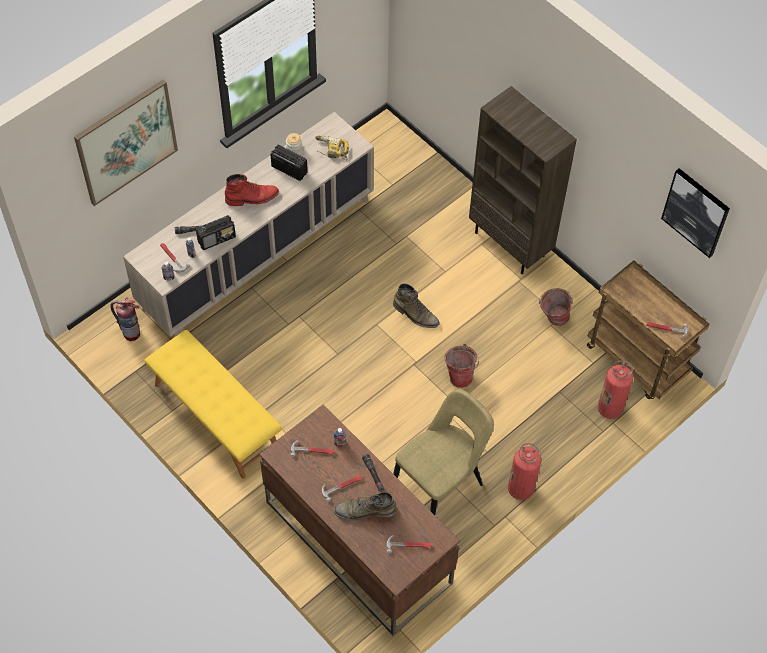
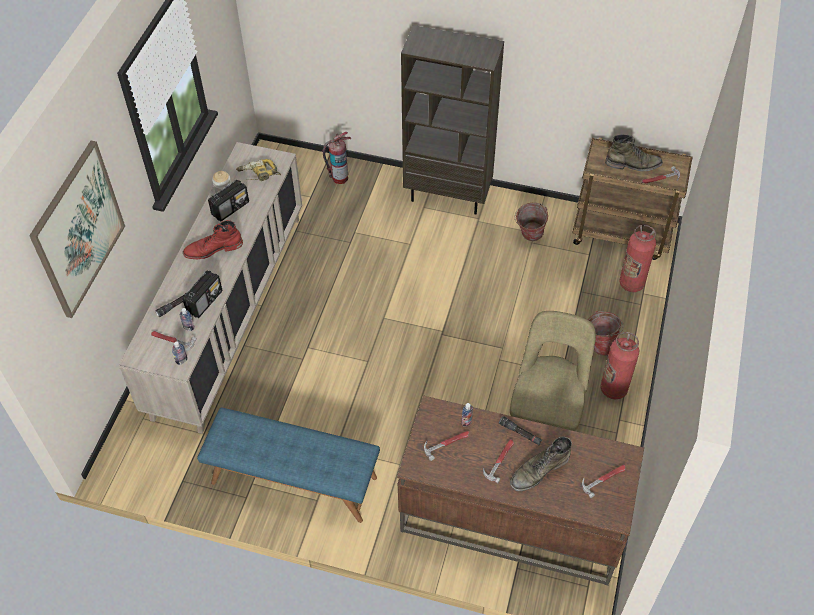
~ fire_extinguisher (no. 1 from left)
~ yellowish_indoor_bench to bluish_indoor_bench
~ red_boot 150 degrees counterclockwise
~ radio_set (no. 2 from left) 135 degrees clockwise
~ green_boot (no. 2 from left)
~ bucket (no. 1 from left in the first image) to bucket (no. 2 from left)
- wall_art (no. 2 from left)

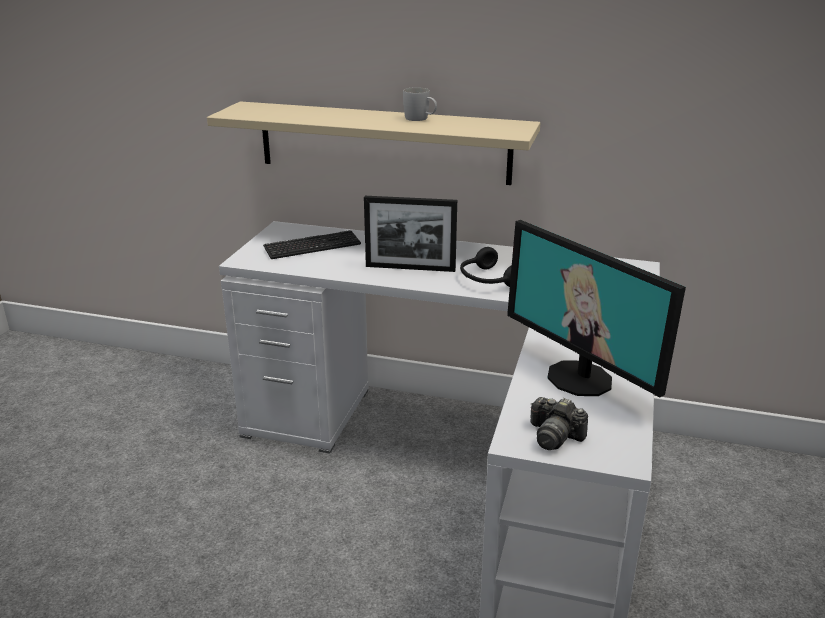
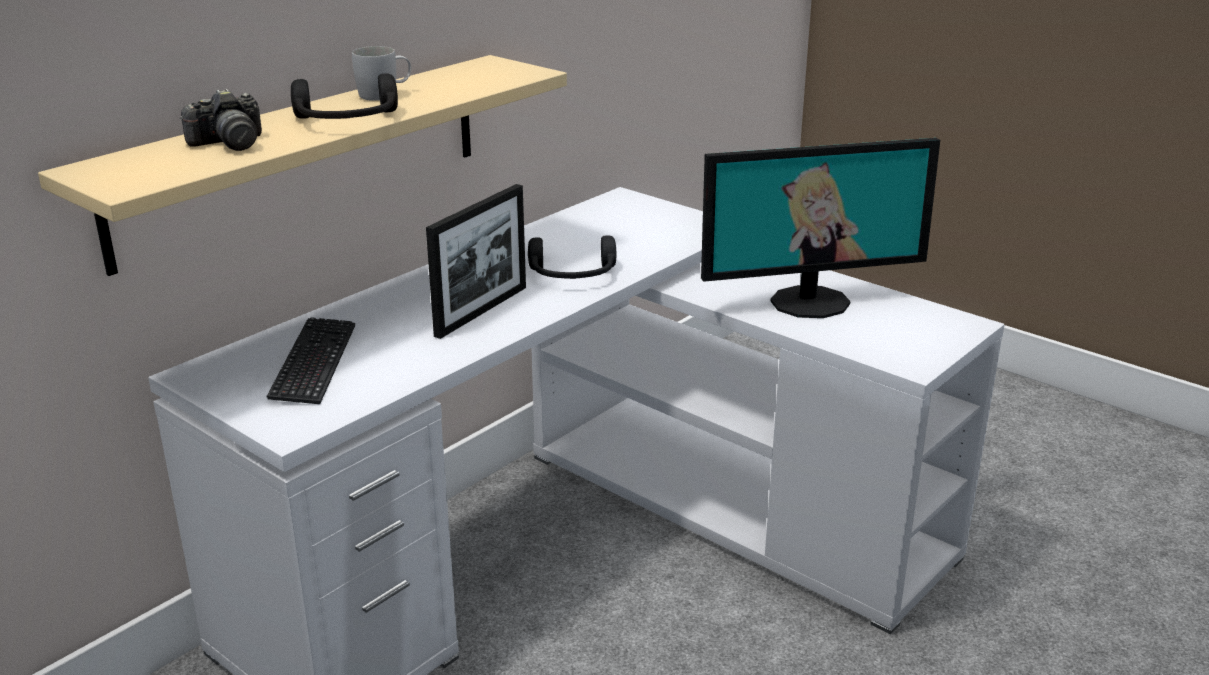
~ photo_camera
+ blackish_pair_of_headphones (no. 1 from left)

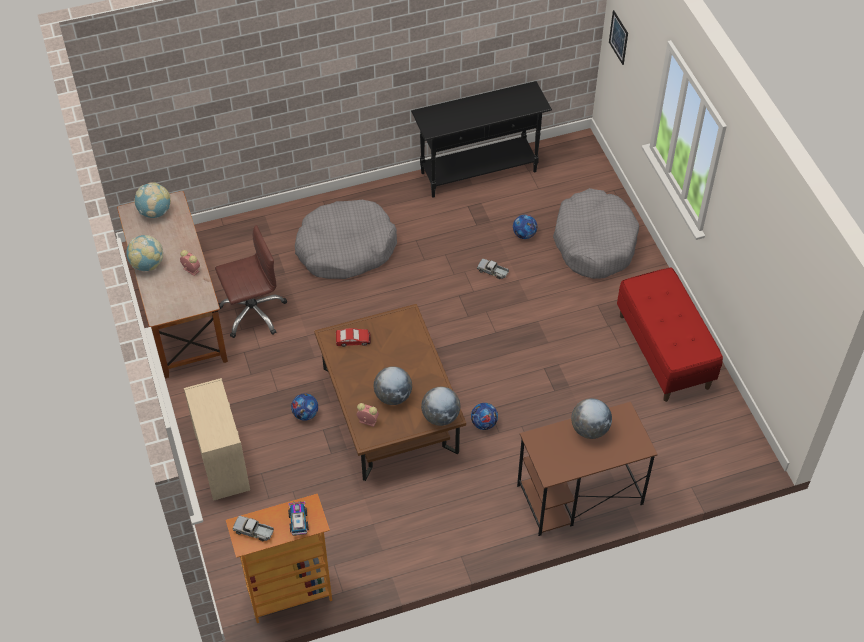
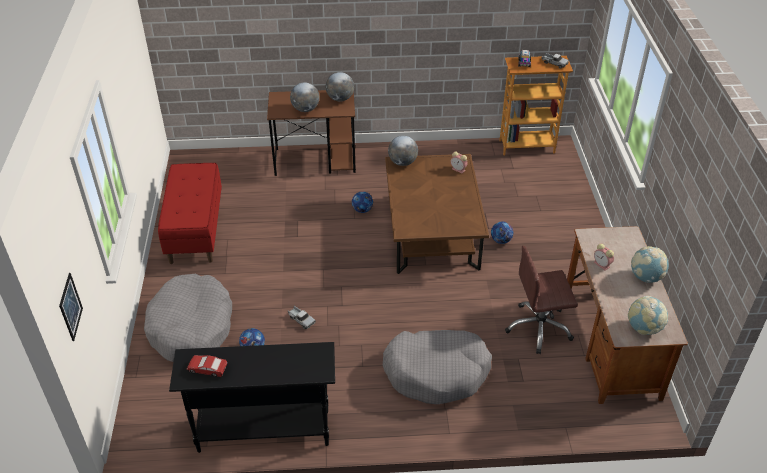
- sand-coloured_drawer_chest
~ model_car
~ world_globe (no. 3 from left in the first image) to world_globe (no. 2 from left)

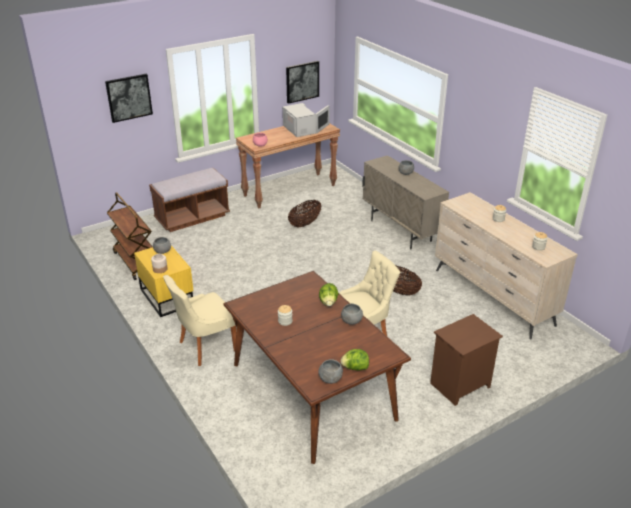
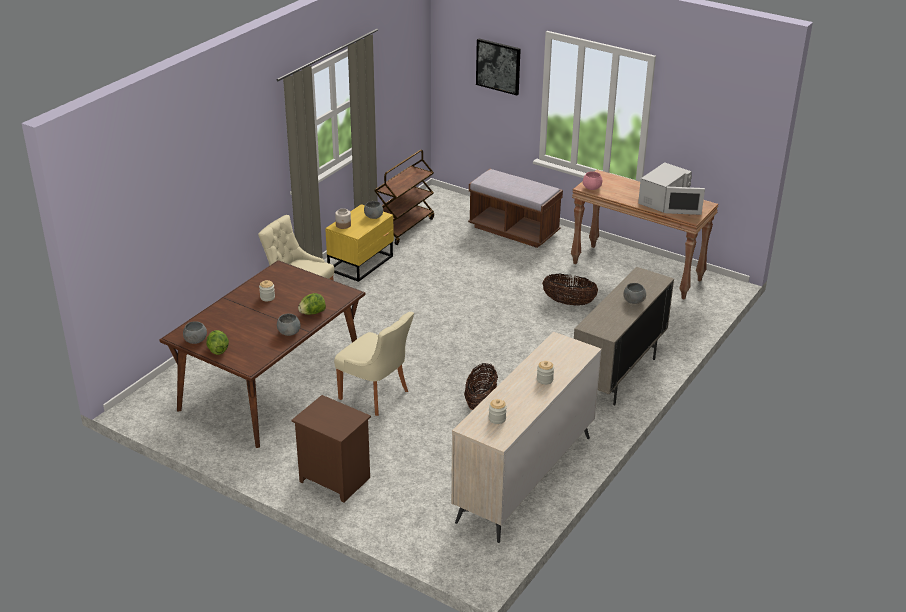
- wall_art (no. 2 from left)

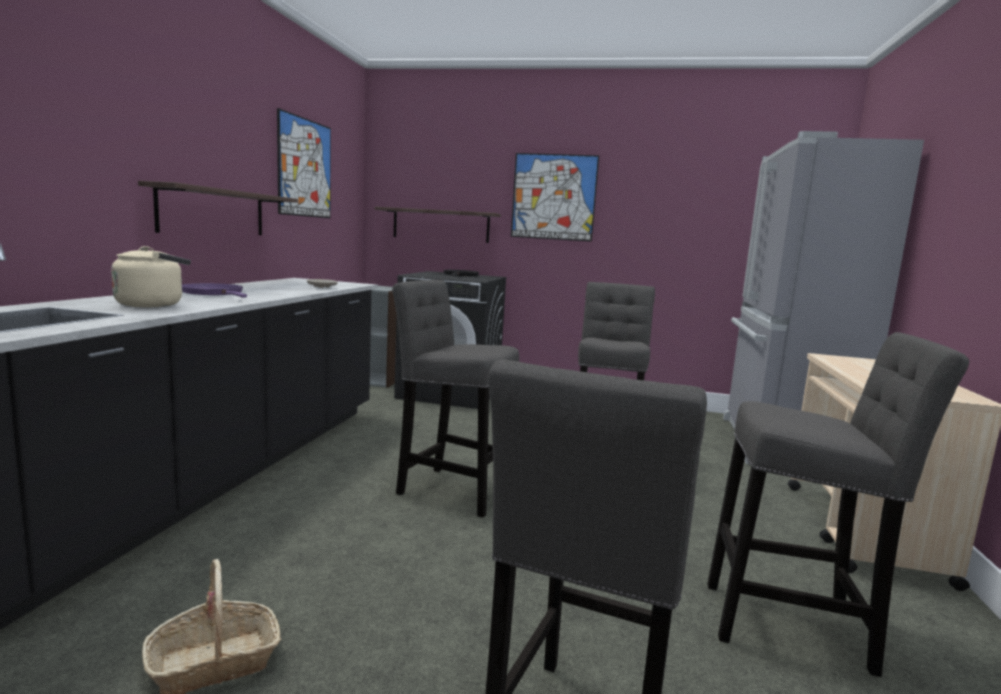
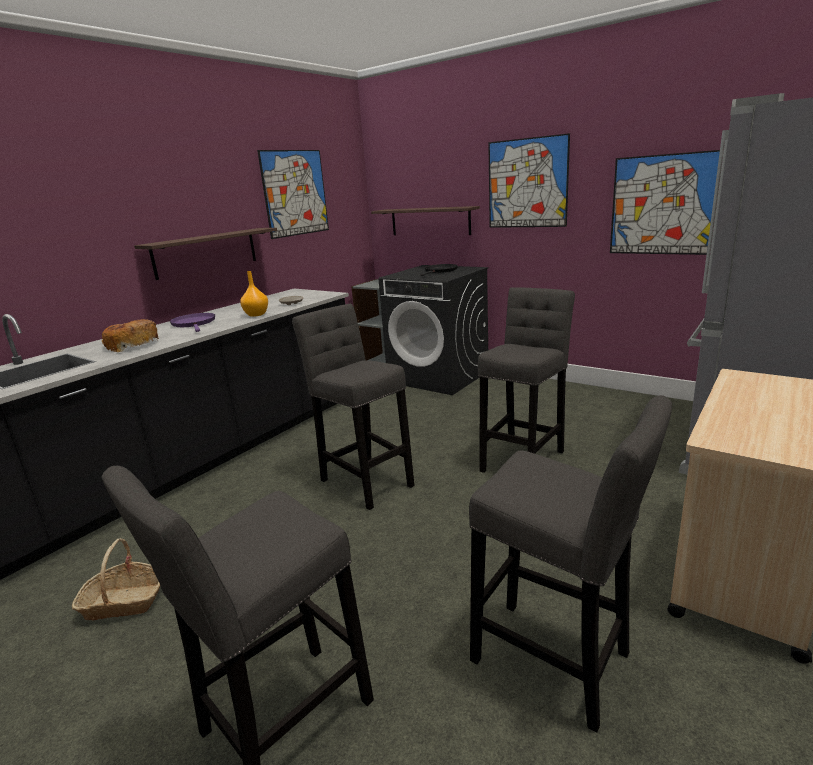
~ sand-coloured_kettle to bread
+ orange_flower_vase
+ wall_art (no. 3 from left)

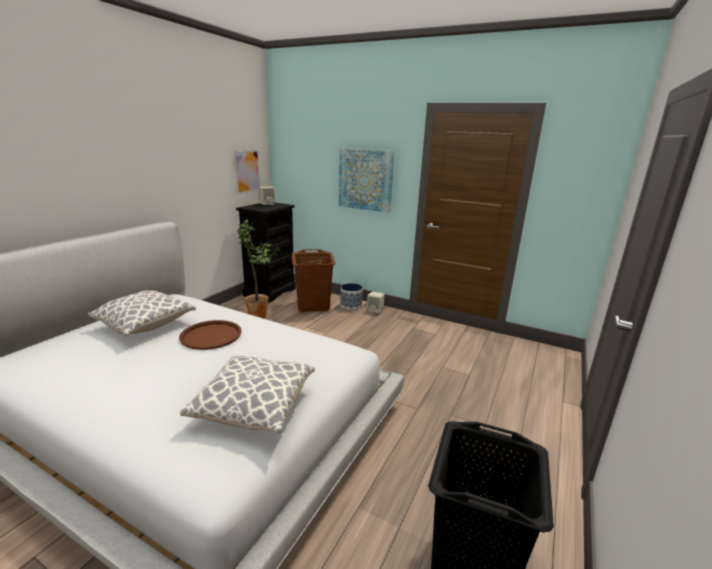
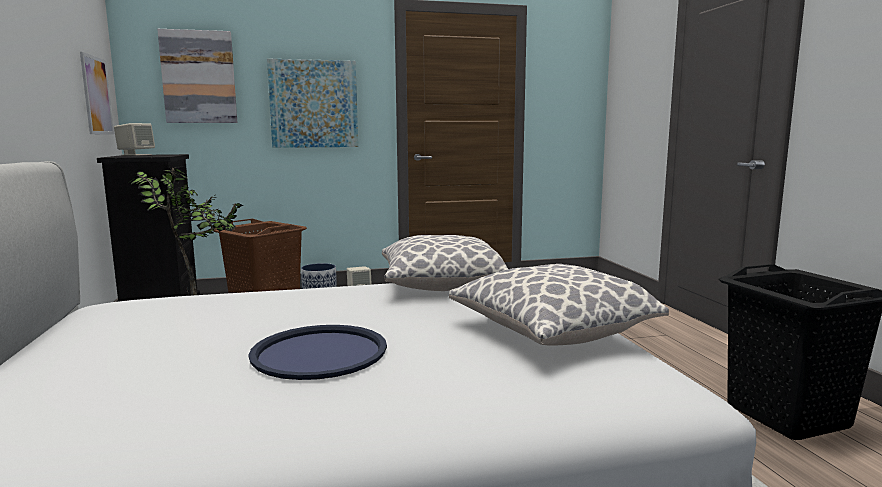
~ pillow (no. 1 from left)
- brown_tray
+ wall_art (no. 2 from left)
+ bluish_tray

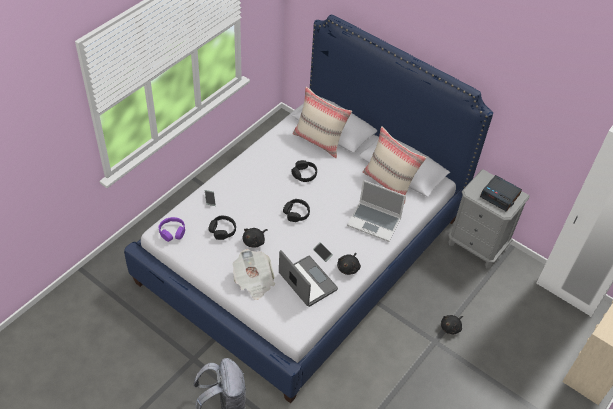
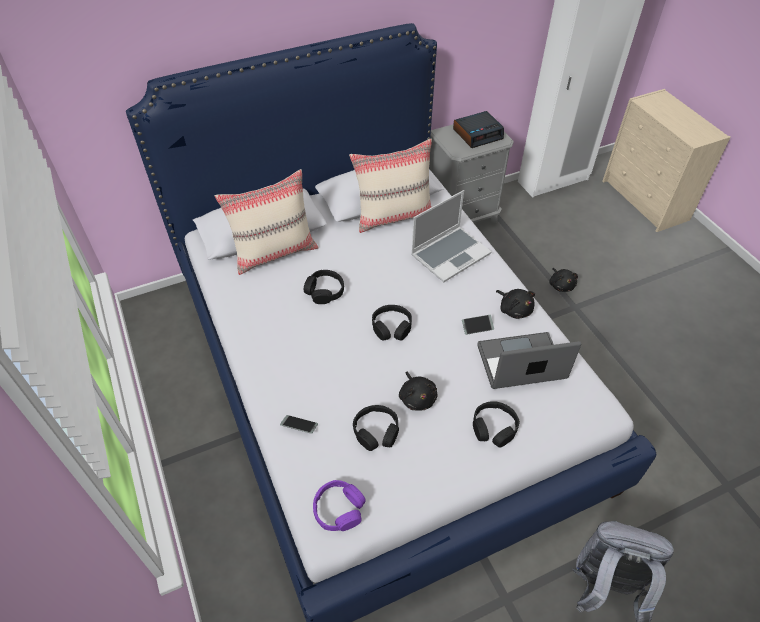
~ printed_paper to blackish_pair_of_headphones (no. 4 from left)

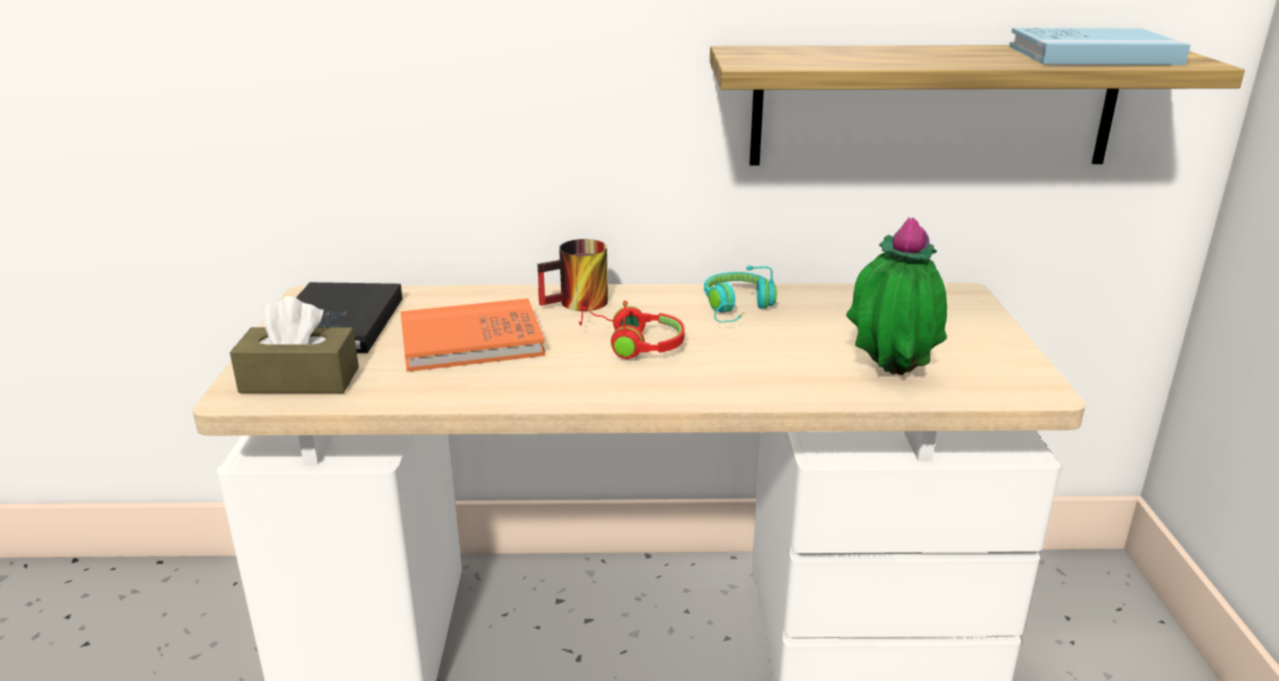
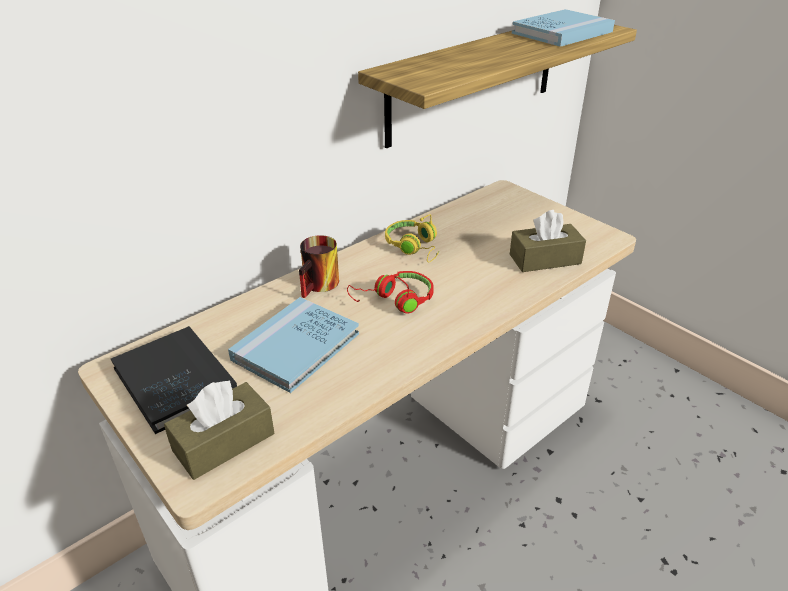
~ orange_book to bluish_book (no. 1 from left)
~ turquoise-coloured_pair_of_headphones to yellowish_pair_of_headphones
~ houseplant to brown_tissue_box (no. 2 from left)

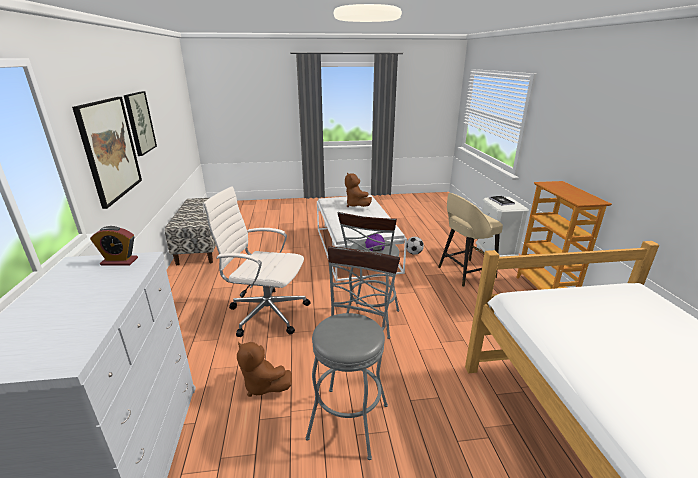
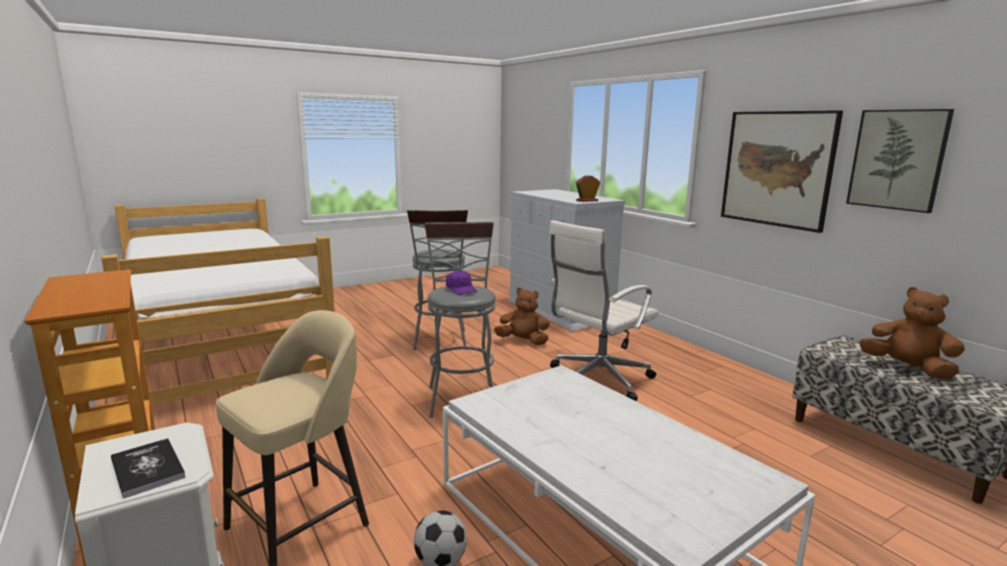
~ whitish_desk_chair 150 degrees clockwise
~ brown_cuddly_toy (no. 2 from left)

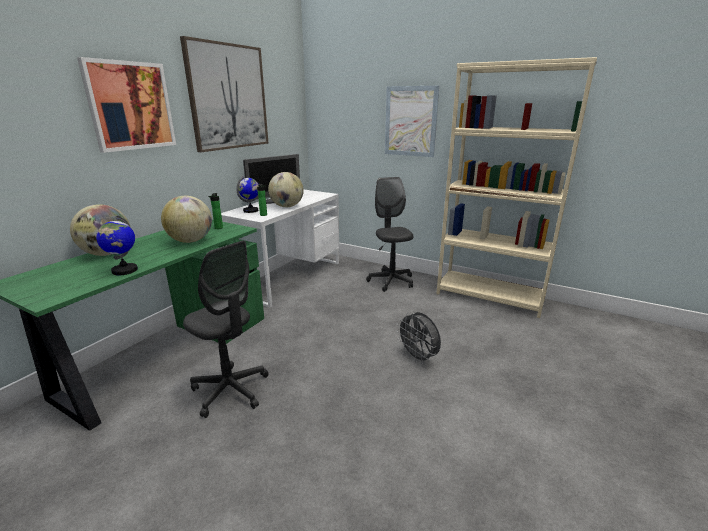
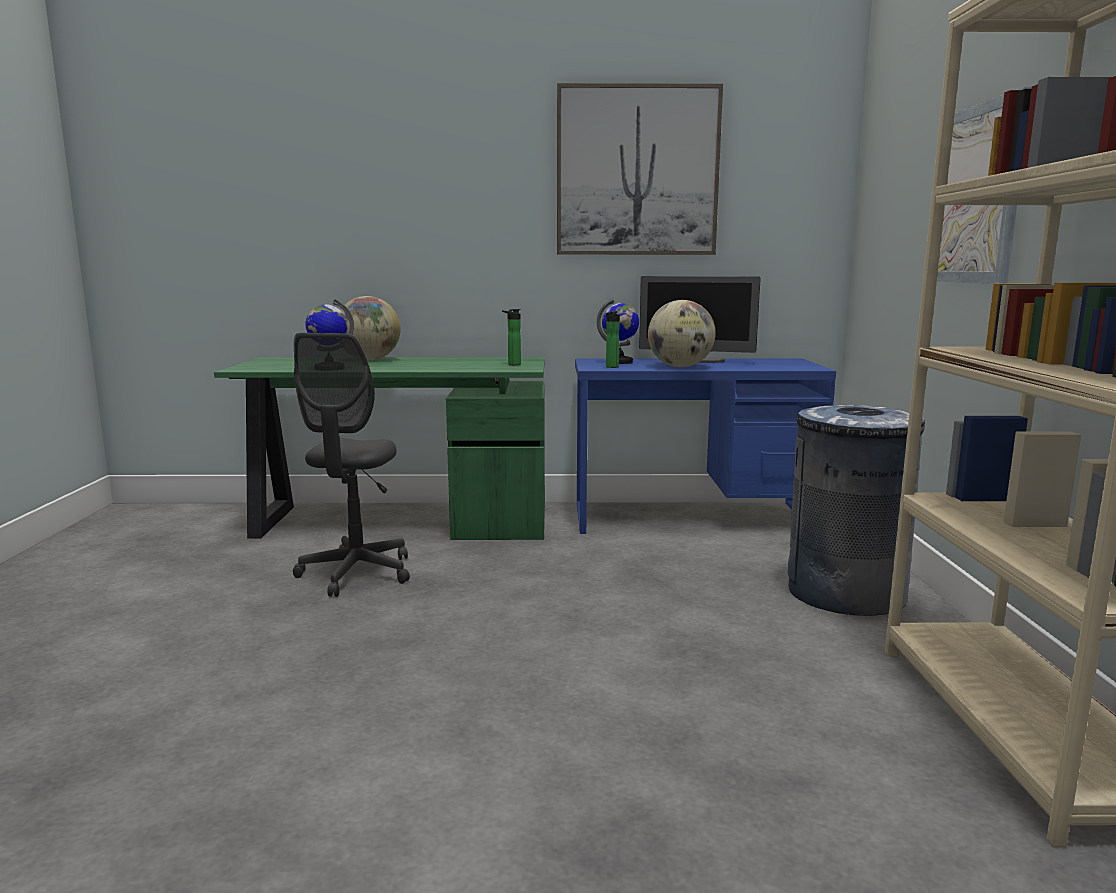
- wall_art (no. 1 from left)
- world_globe (no. 3 from left)
~ whitish_desk_table to bluish_desk_table
~ grey_desk_chair (no. 2 from left) to grey_rubbish_bin
- grey_fan

